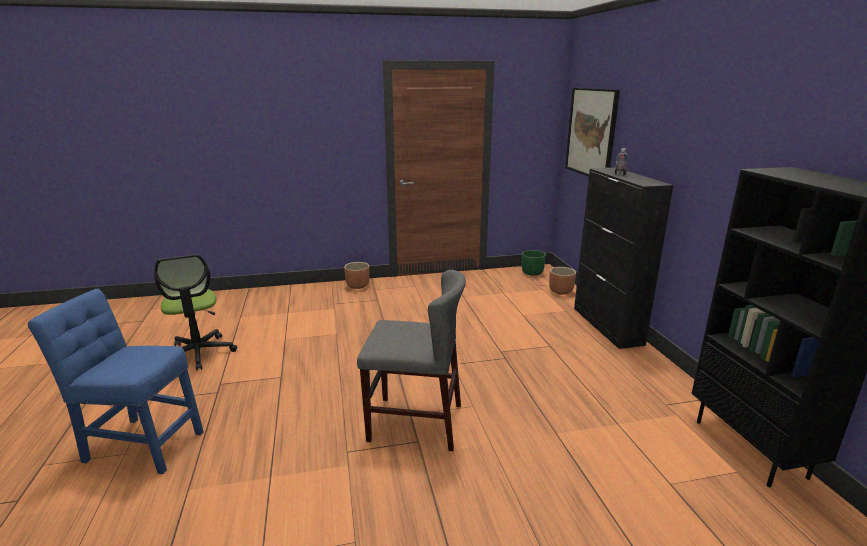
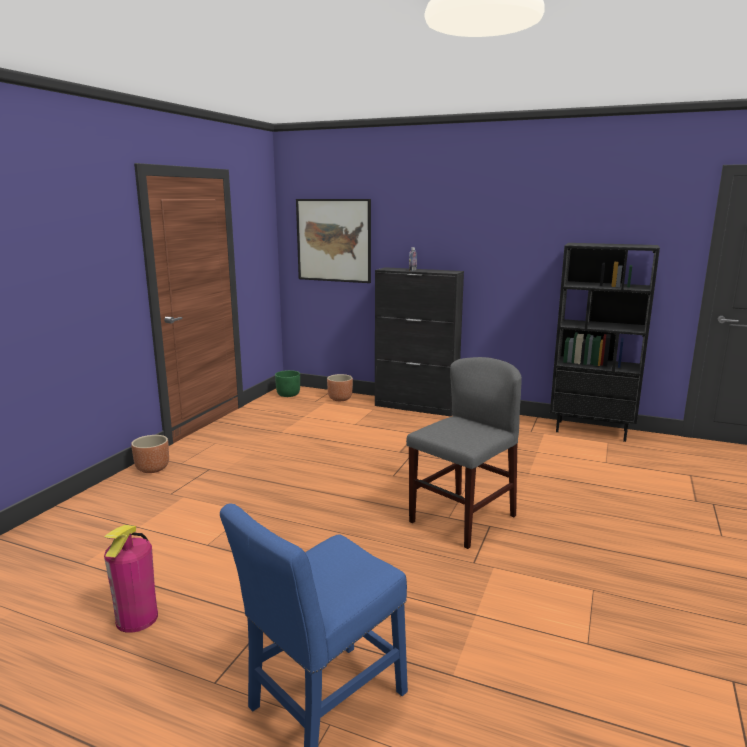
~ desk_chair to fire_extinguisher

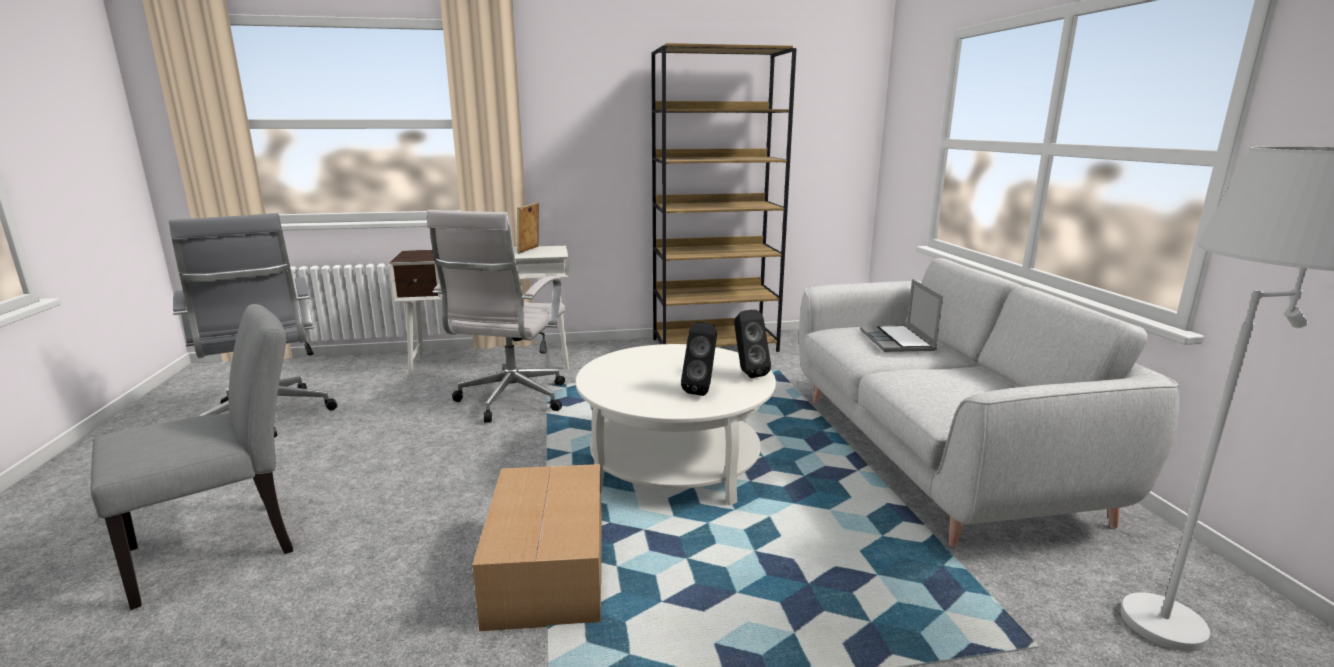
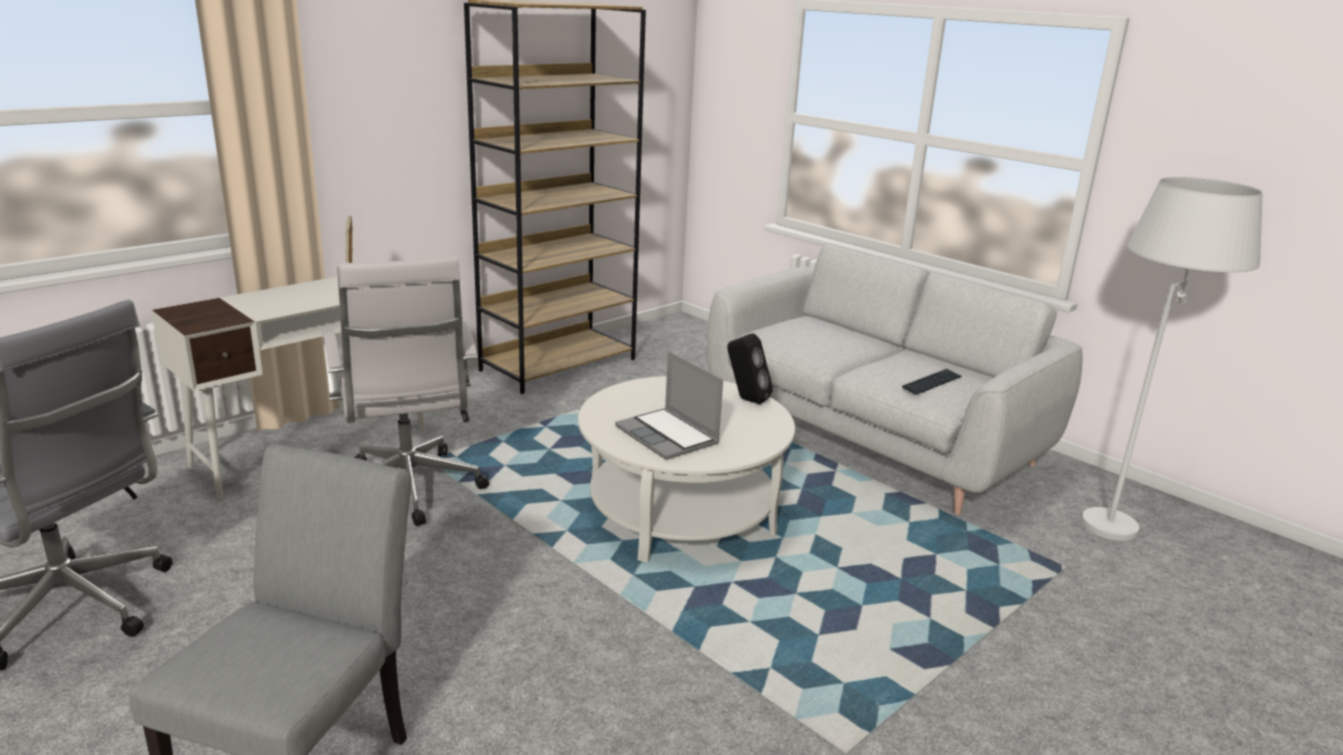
- cardboard_box
- blackish_speaker (no. 1 from left)
~ laptop
+ PC_keyboard

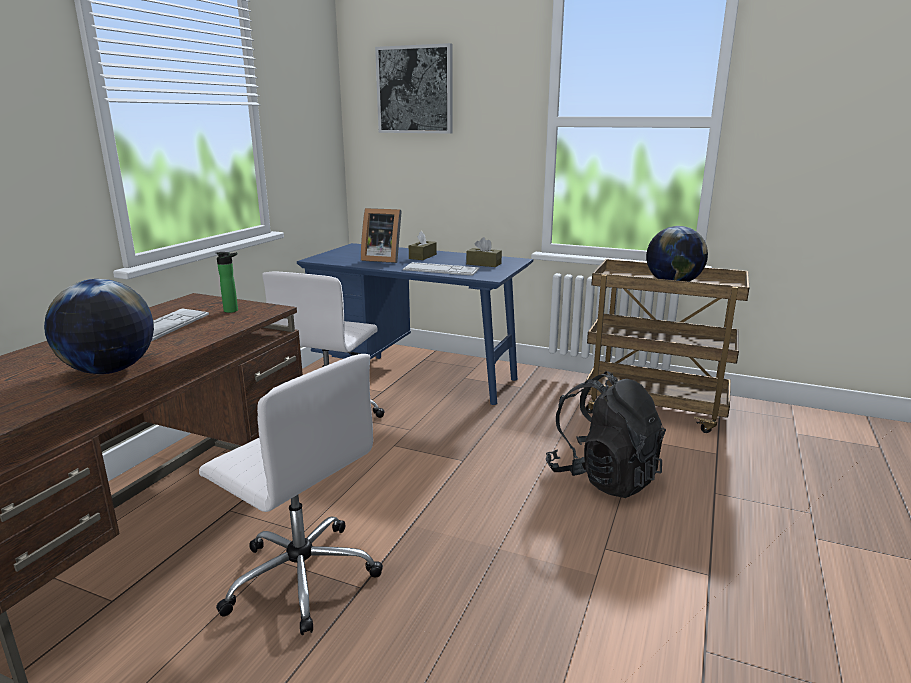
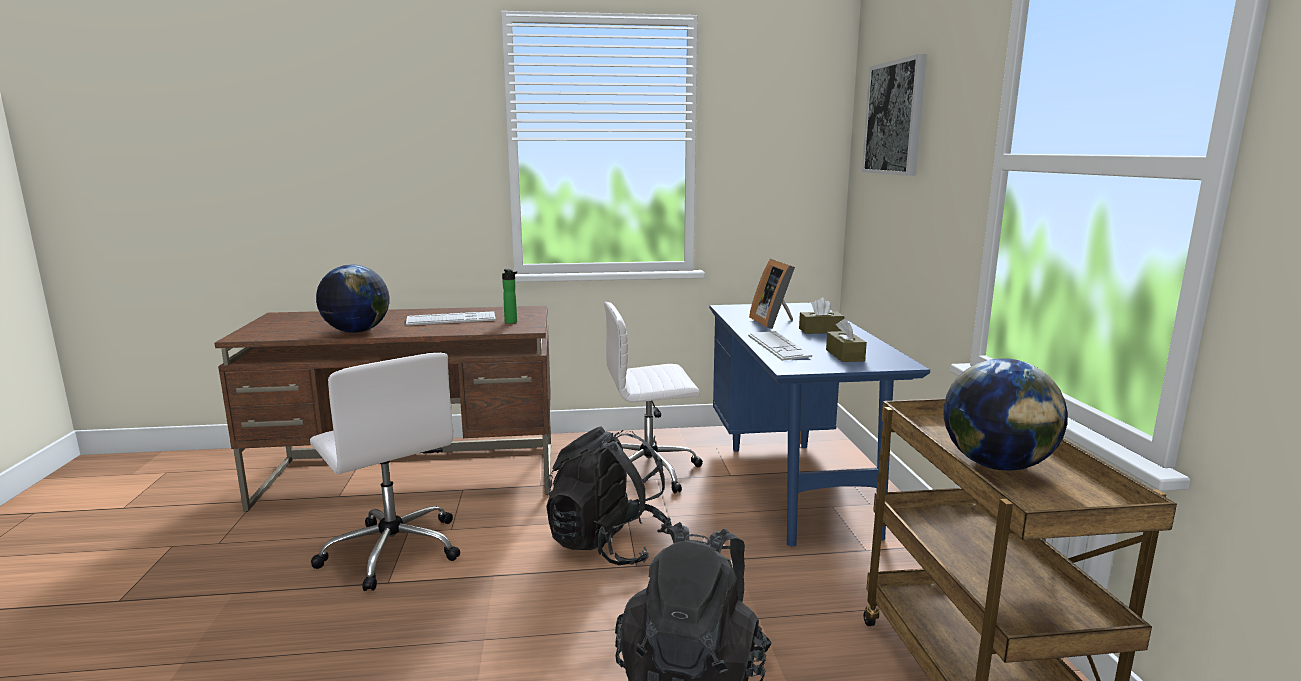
~ whitish_desk_chair (no. 1 from left) 45 degrees counterclockwise
+ blackish_backpack (no. 1 from left)

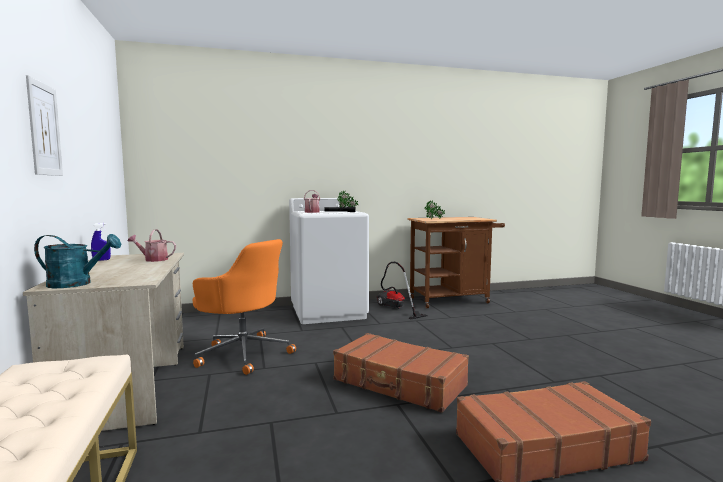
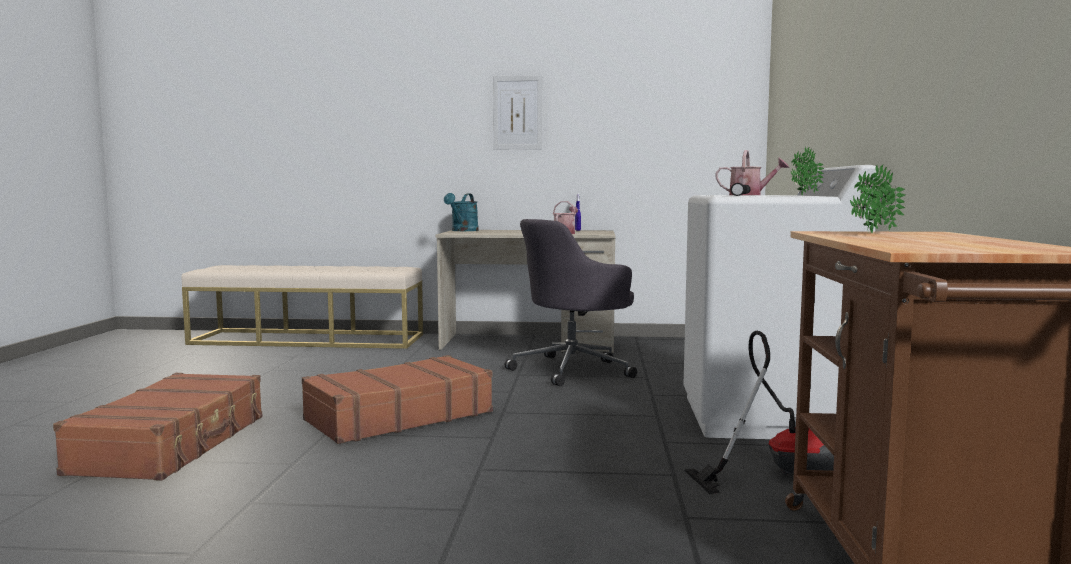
~ orange_desk_chair to grey_desk_chair

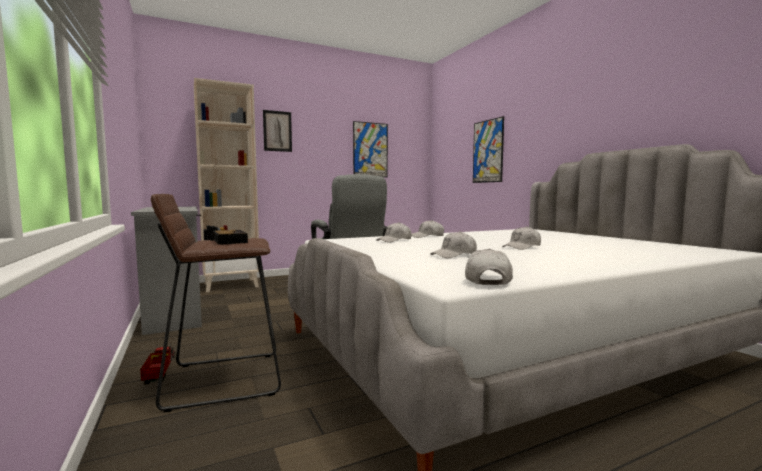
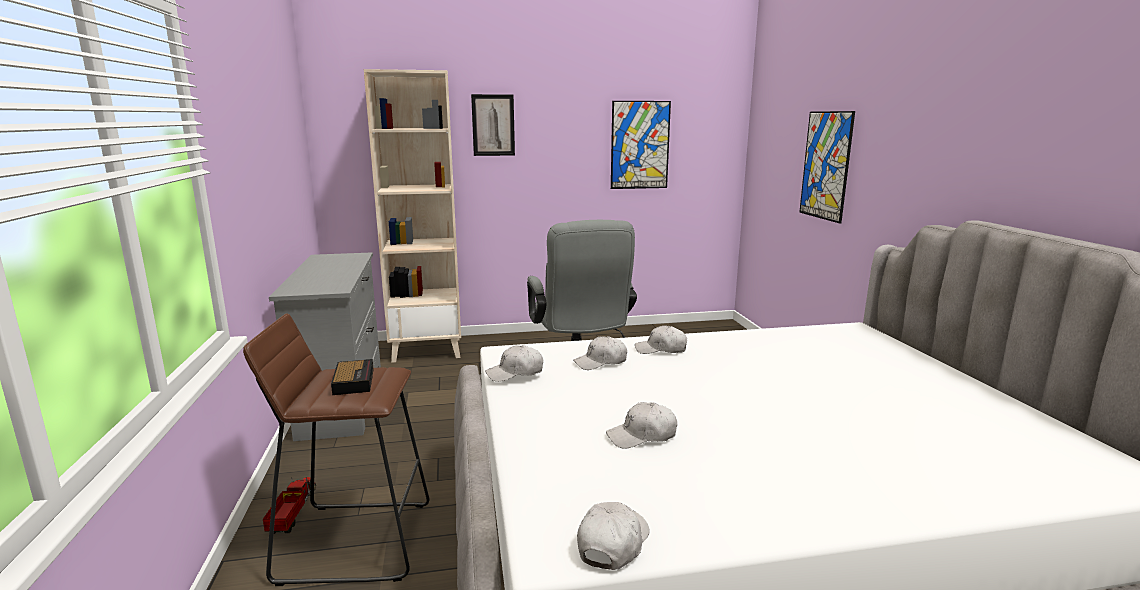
~ whitish_peaked_cap (no. 5 from left in the first image) to whitish_peaked_cap (no. 1 from left)

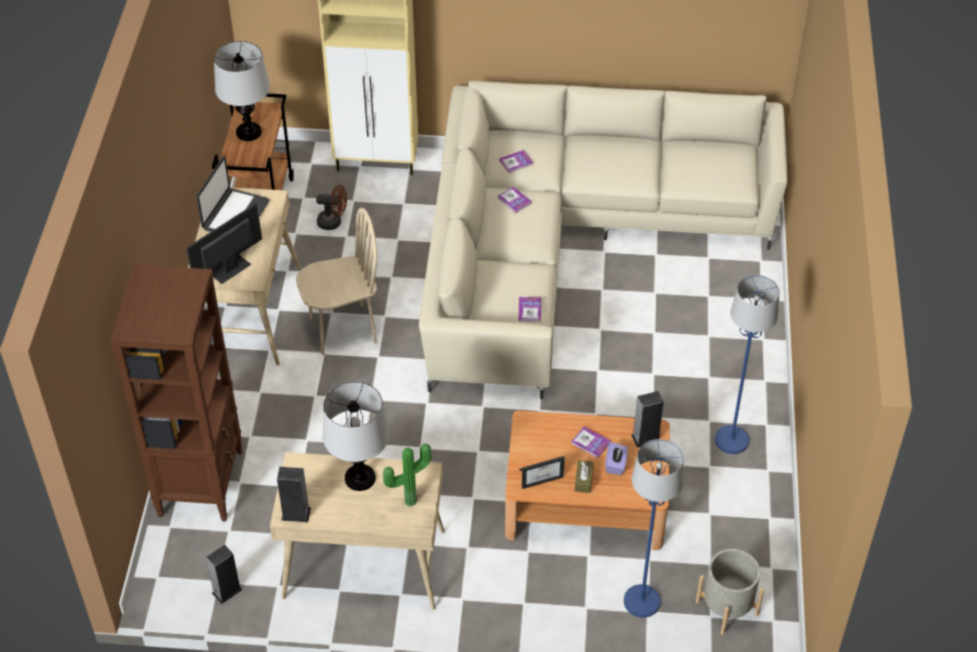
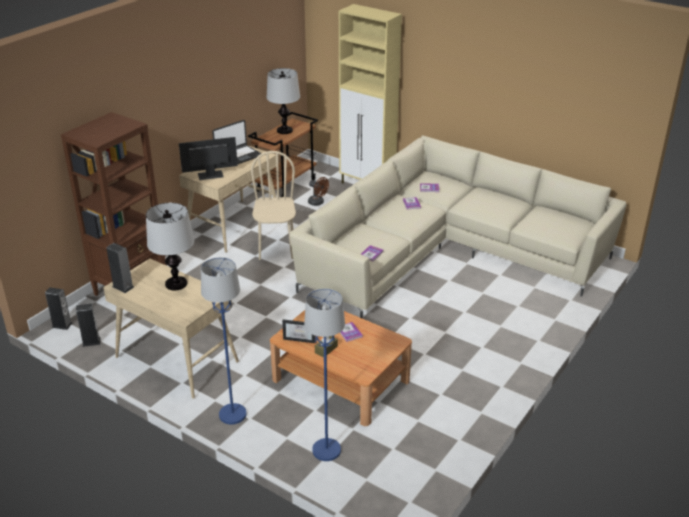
~ sand-coloured_upright_chair 105 degrees counterclockwise
- houseplant
- purple_tissue_box
~ speaker (no. 3 from left in the first image) to speaker (no. 1 from left)
- grey_flower_pot
~ bluish_standard_lamp (no. 2 from left in the first image) to bluish_standard_lamp (no. 1 from left)

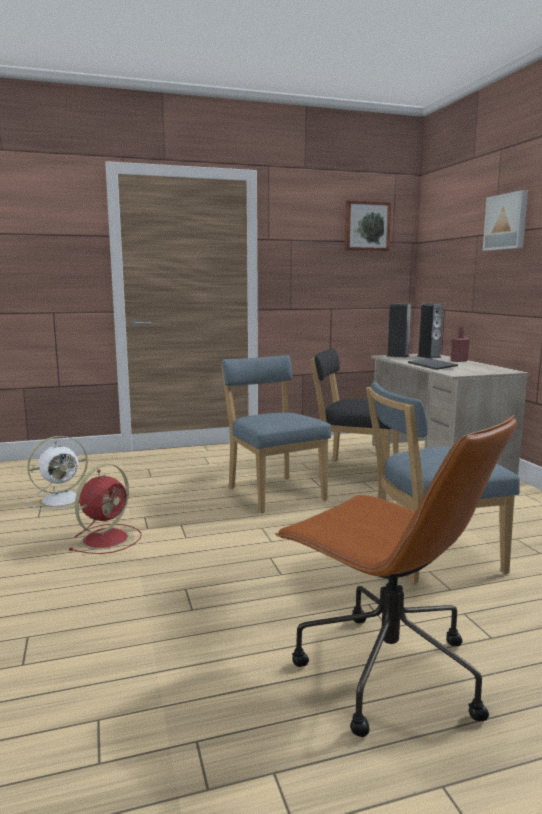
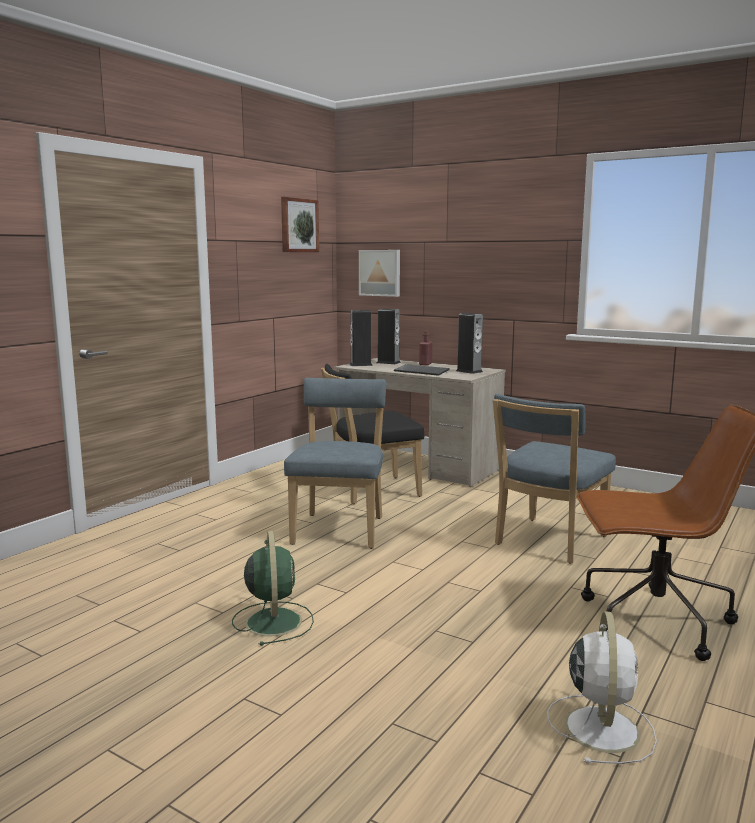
~ whitish_fan
~ red_fan to green_fan
~ bluish_upright_chair (no. 1 from left) 75 degrees clockwise
~ wall_art (no. 2 from left)
+ speaker (no. 3 from left)

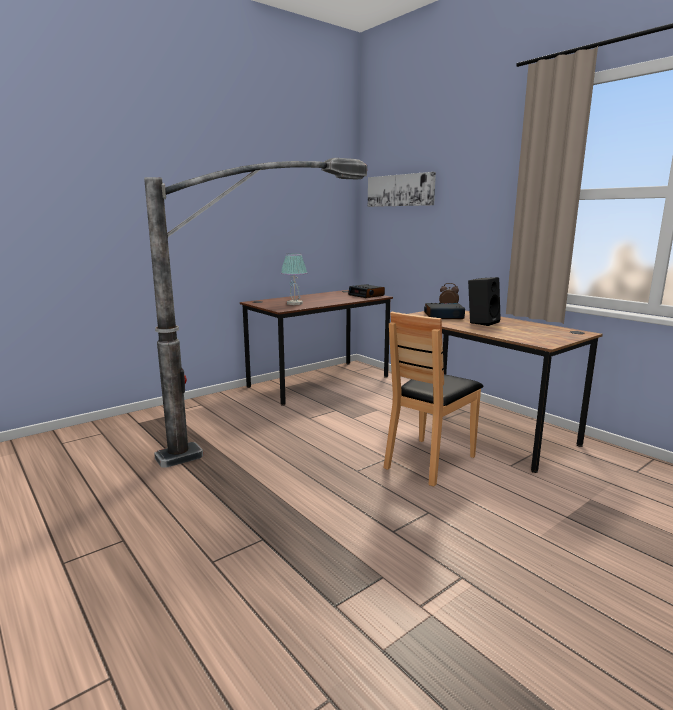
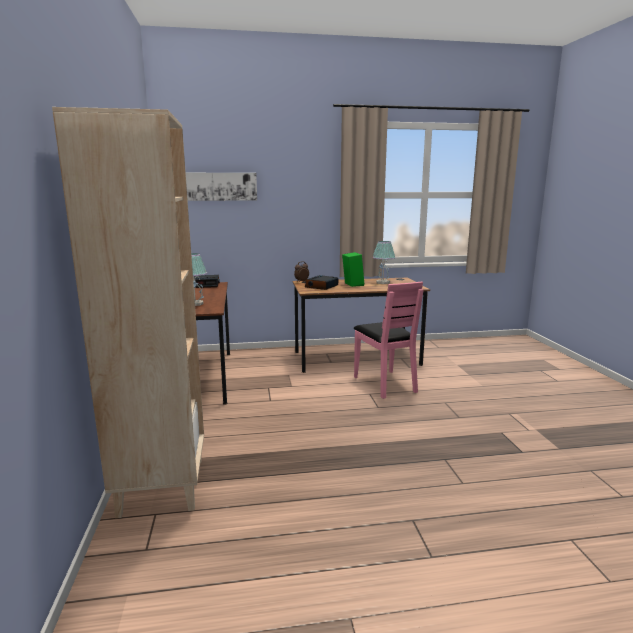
- standard_lamp
~ brown_upright_chair to pink_upright_chair
~ blackish_speaker to green_speaker
+ sand-coloured_shelving_unit
+ tabletop_lamp (no. 2 from left)

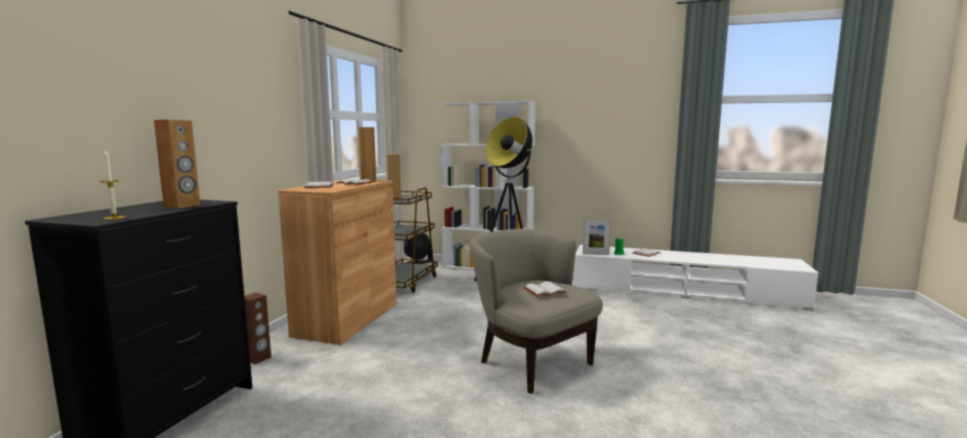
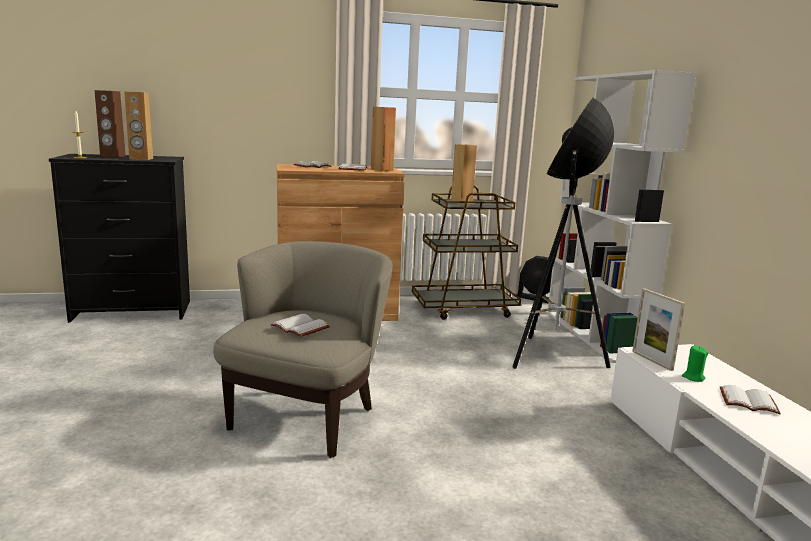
~ brown_speaker (no. 2 from left in the first image) to brown_speaker (no. 1 from left)

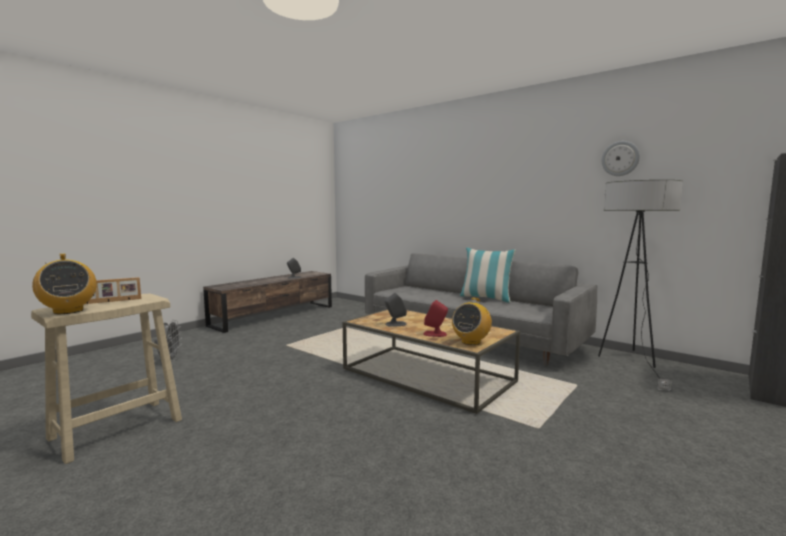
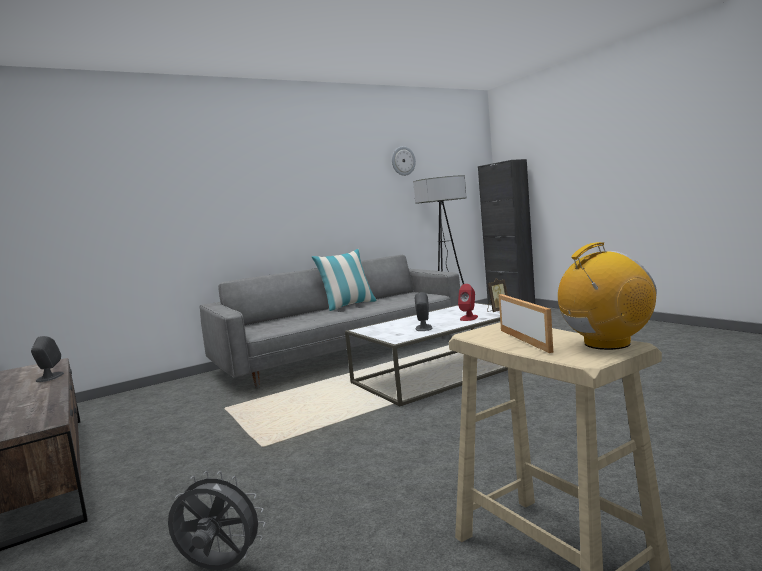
~ brown_coffee_table to whitish_coffee_table
~ radio_set (no. 2 from left) to standing_frame (no. 1 from left)

